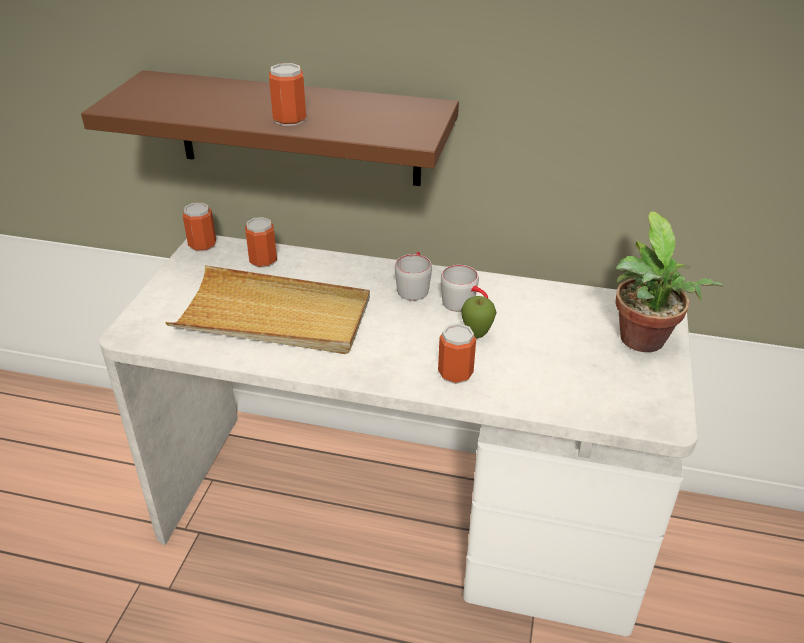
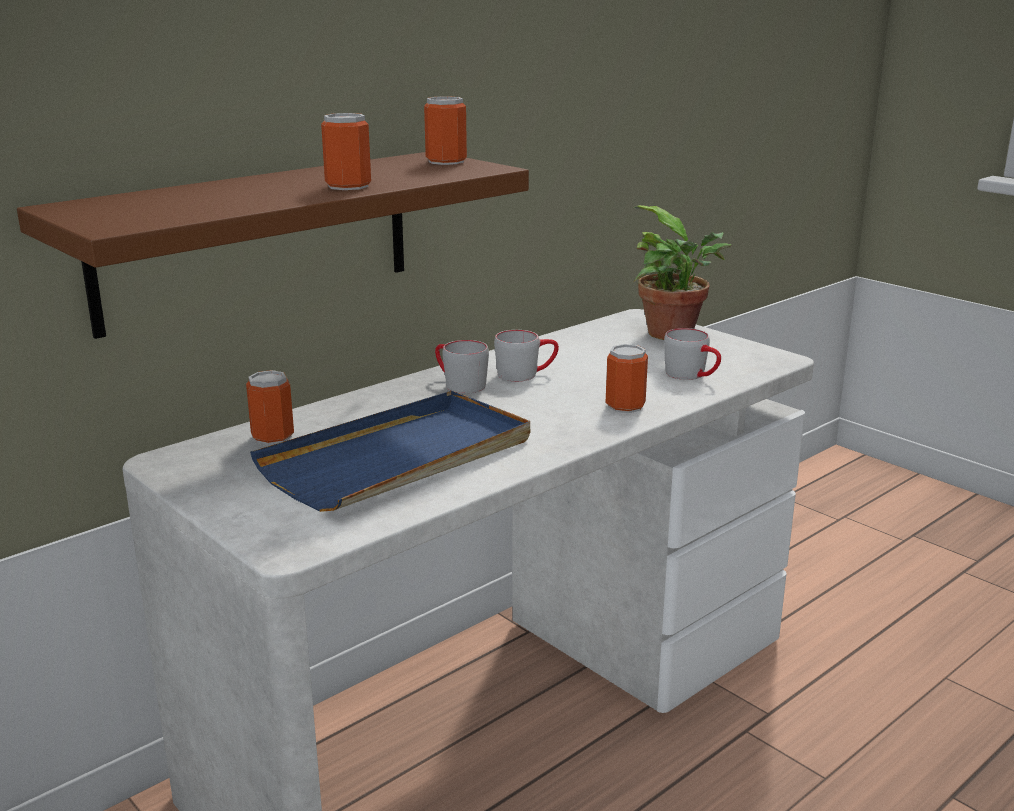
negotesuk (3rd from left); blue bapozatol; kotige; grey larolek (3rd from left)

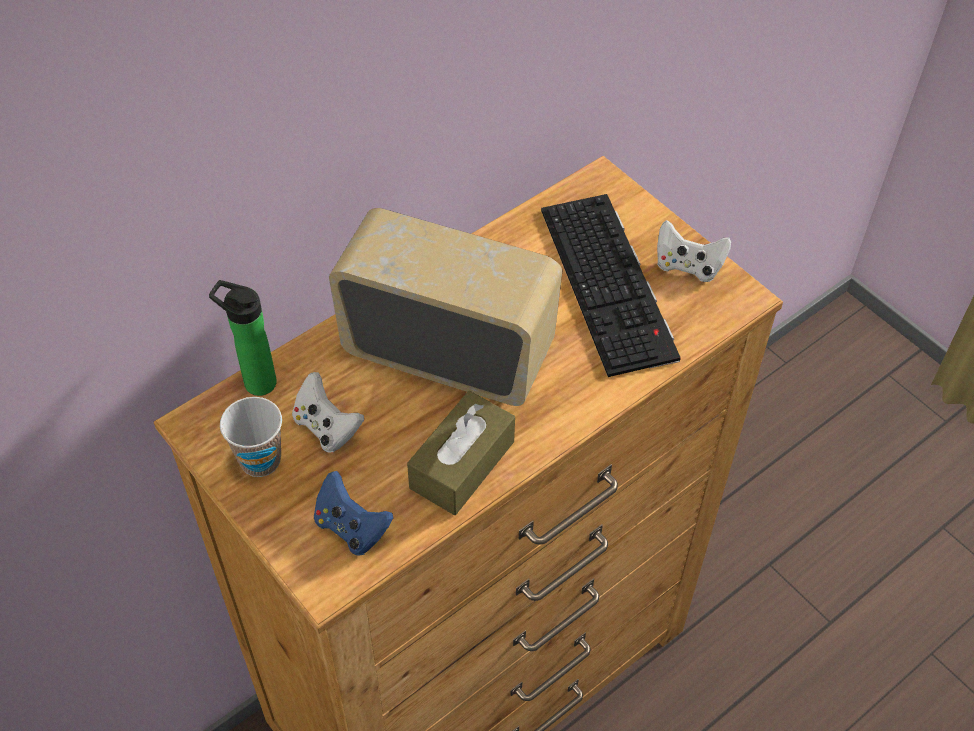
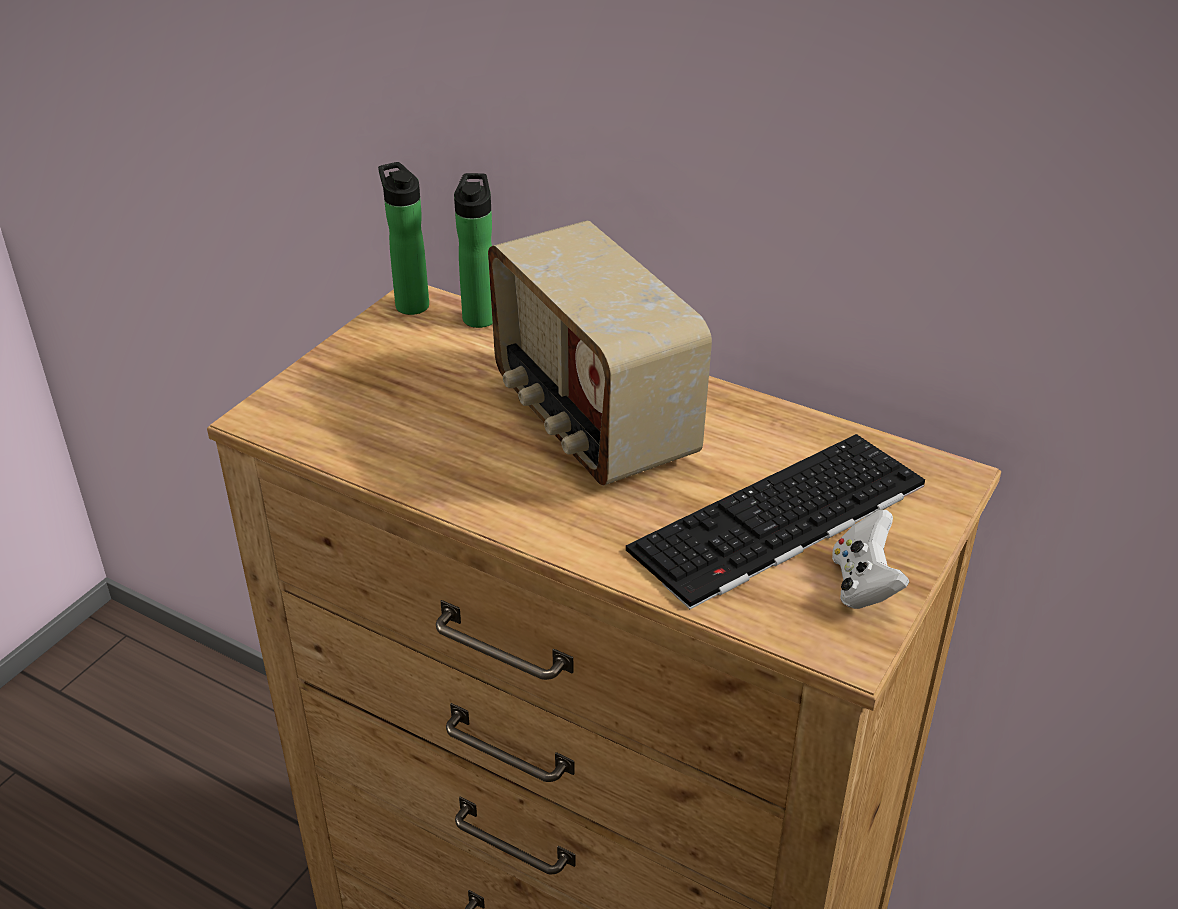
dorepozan; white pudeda (1st from left in the first image); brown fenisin; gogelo; blue pudeda; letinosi (1st from left)

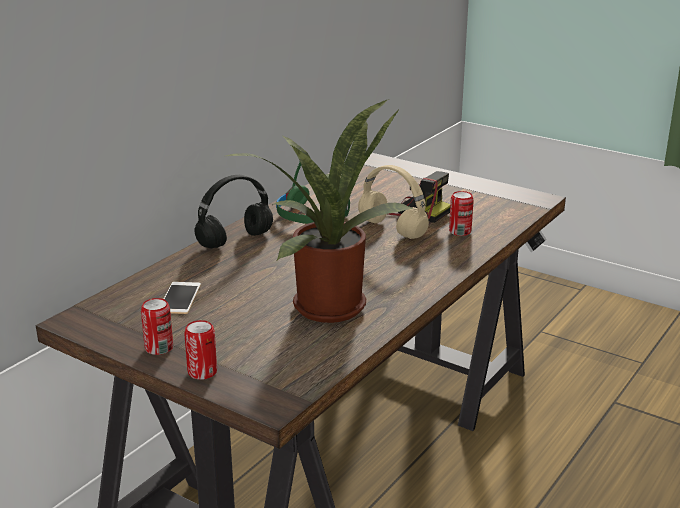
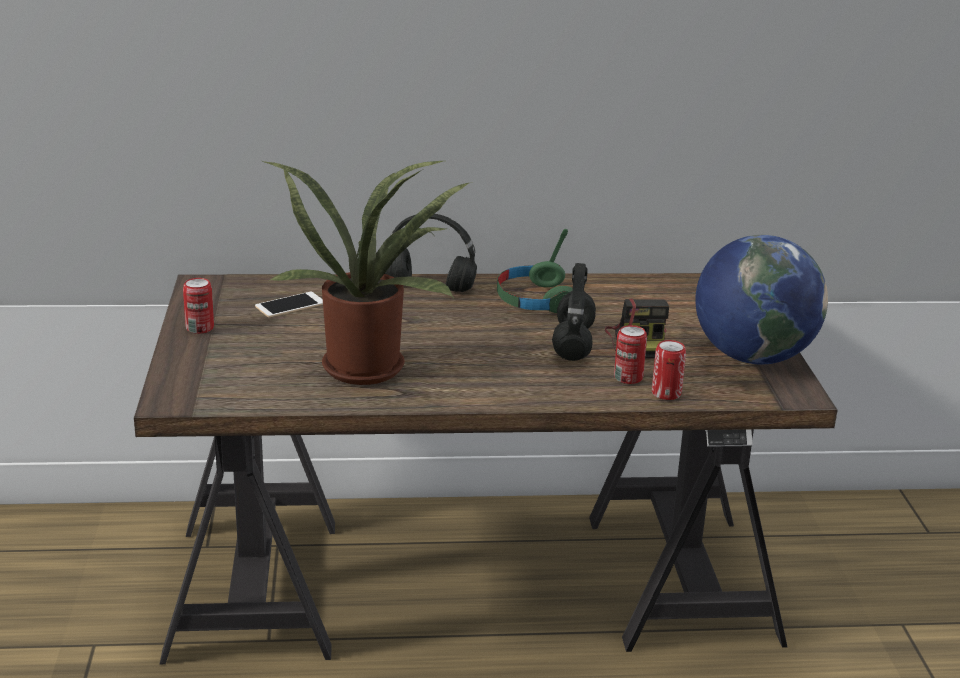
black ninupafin (2nd from left); negotesuk (3rd from left); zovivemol

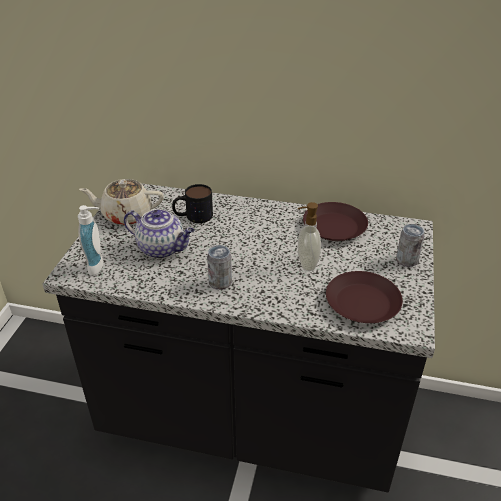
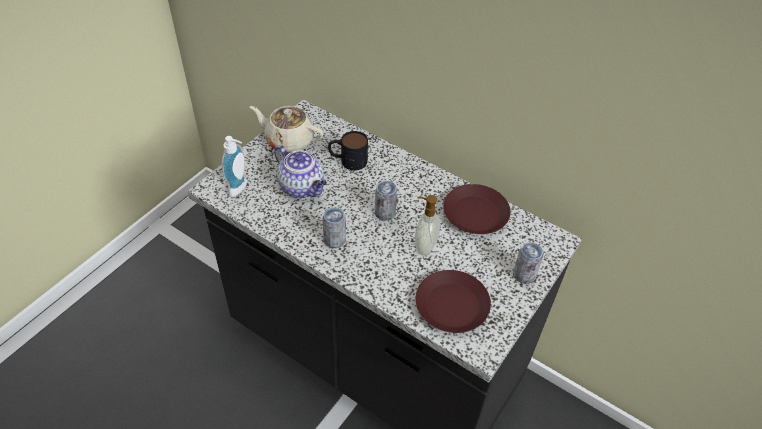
negotesuk (2nd from left)

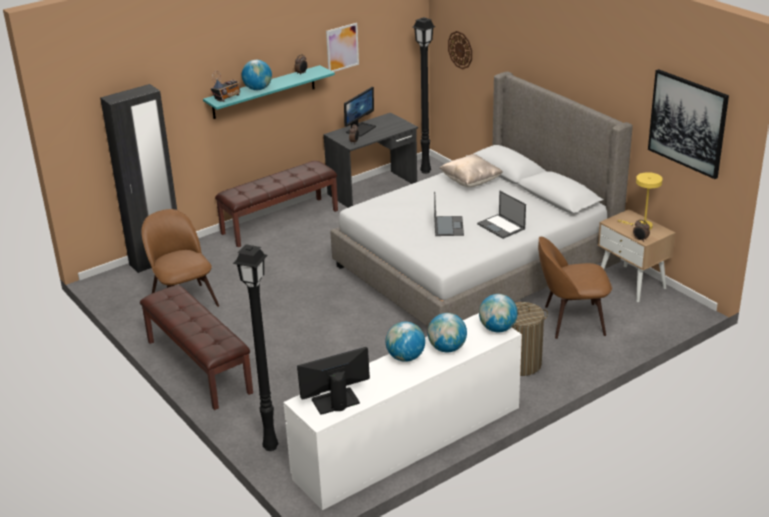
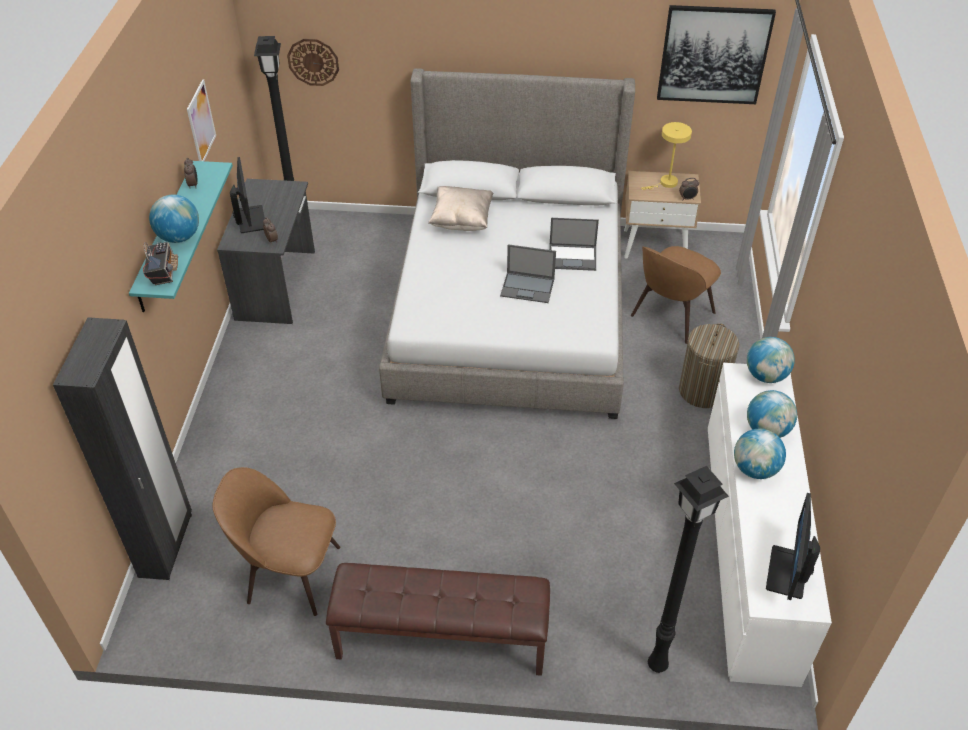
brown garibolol (2nd from left in the first image); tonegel (1st from left)

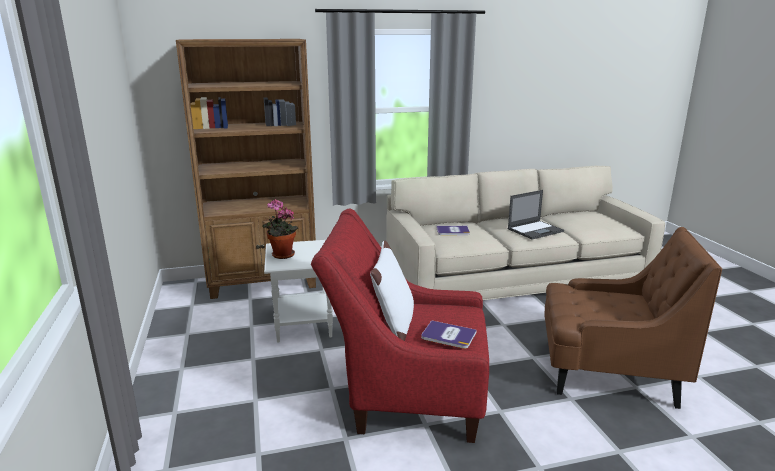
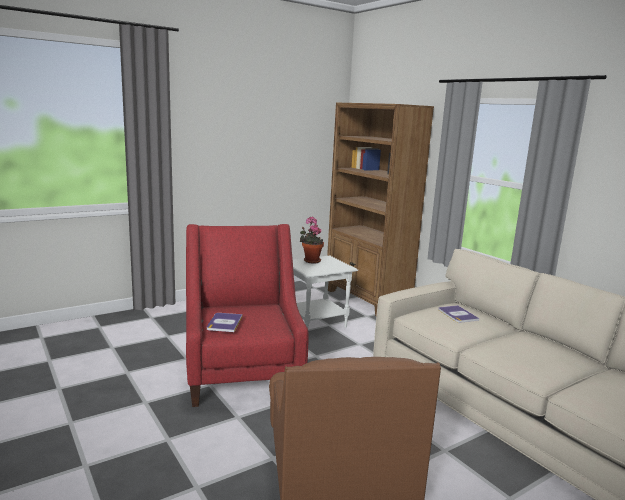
tonegel; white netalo

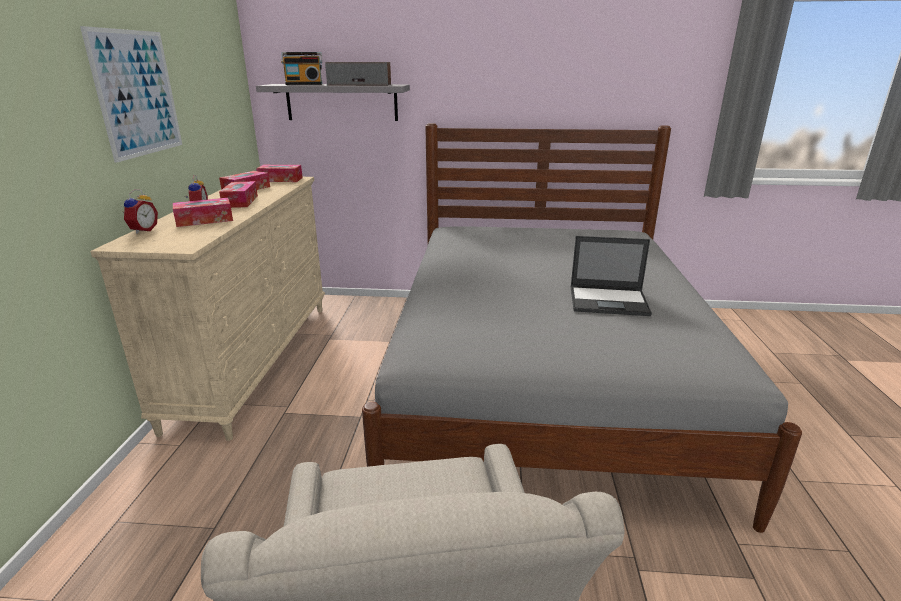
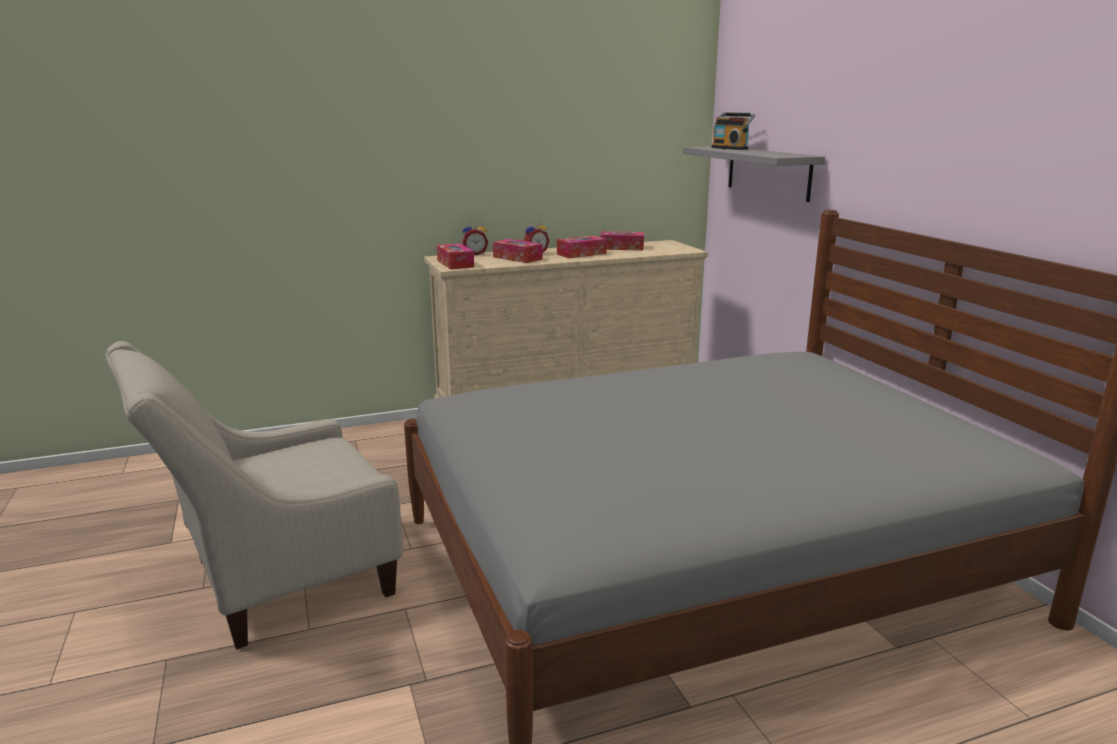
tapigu; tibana; fenisin (1st from left); tonegel

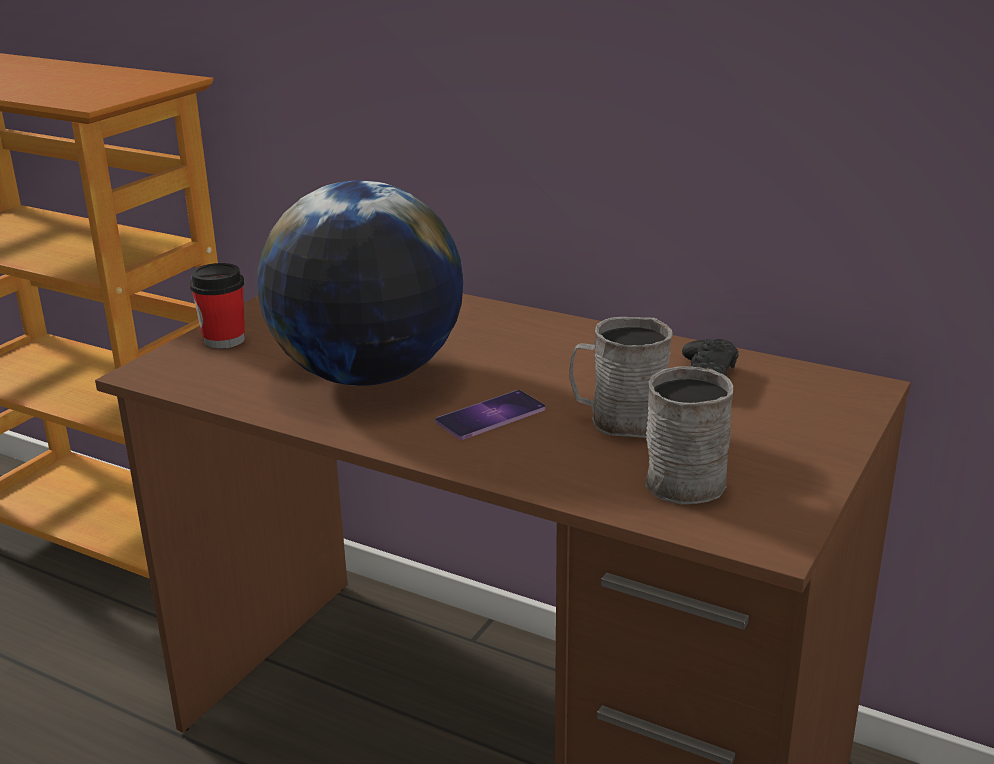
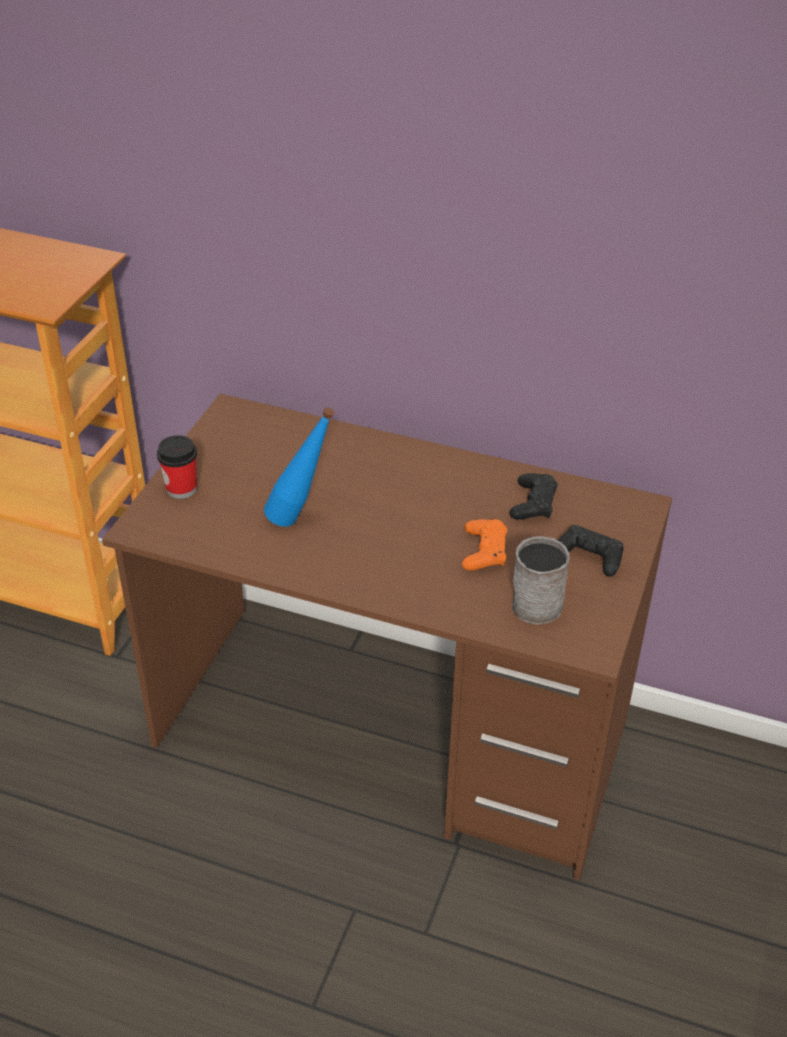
blue letinosi; orange pudeda; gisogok; black pudeda (2nd from left)

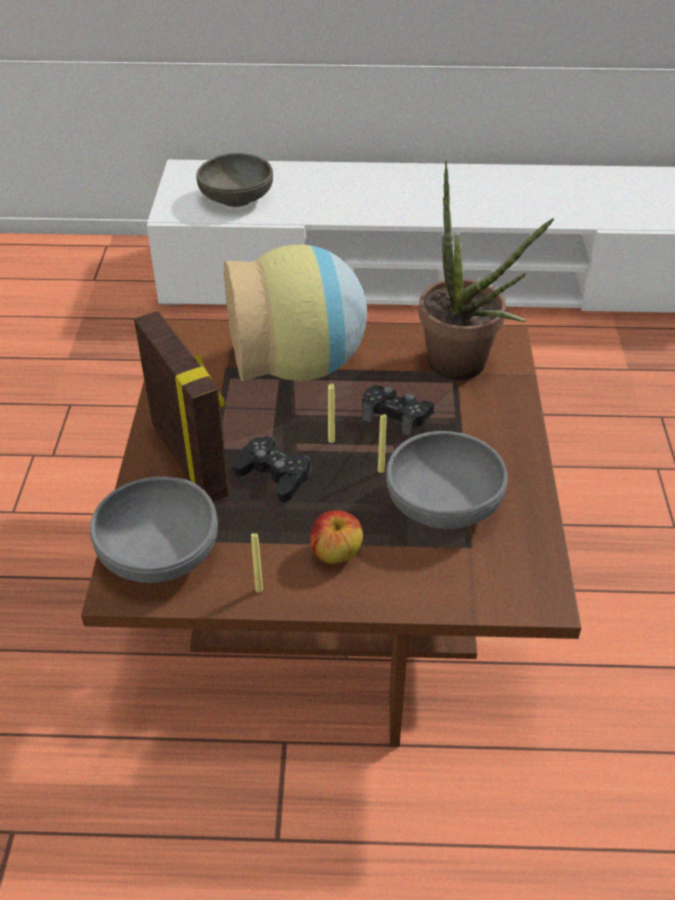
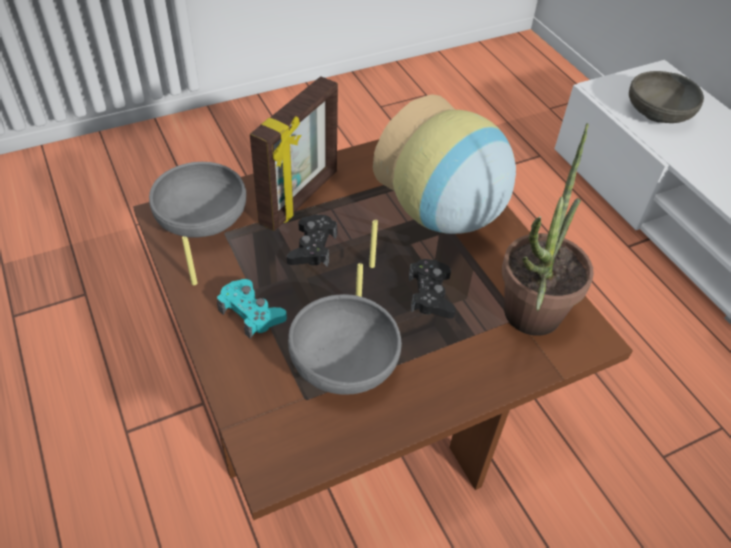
turquoise pudeda

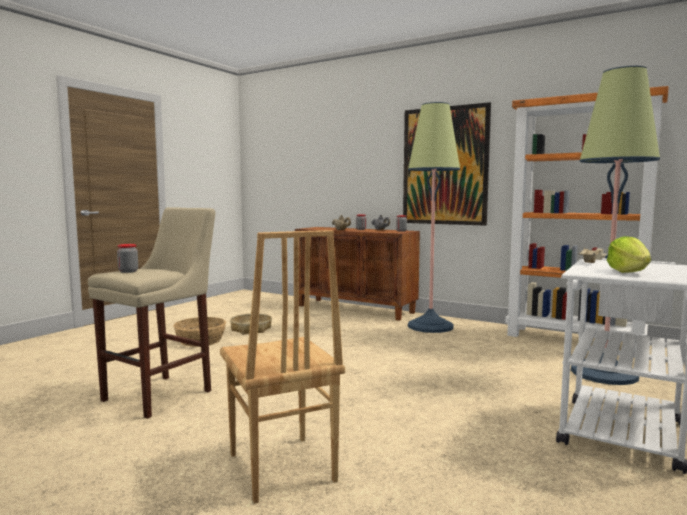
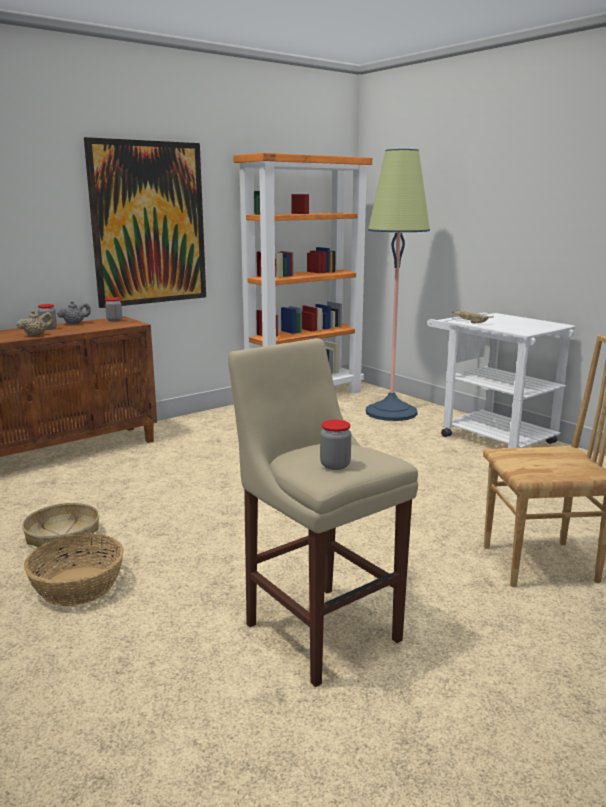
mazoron (1st from left in the first image); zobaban

